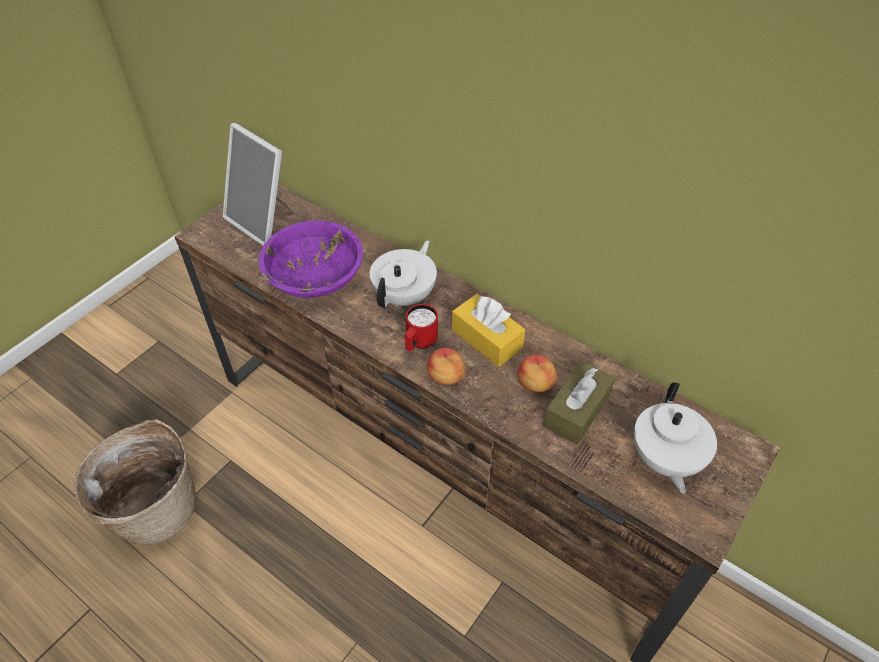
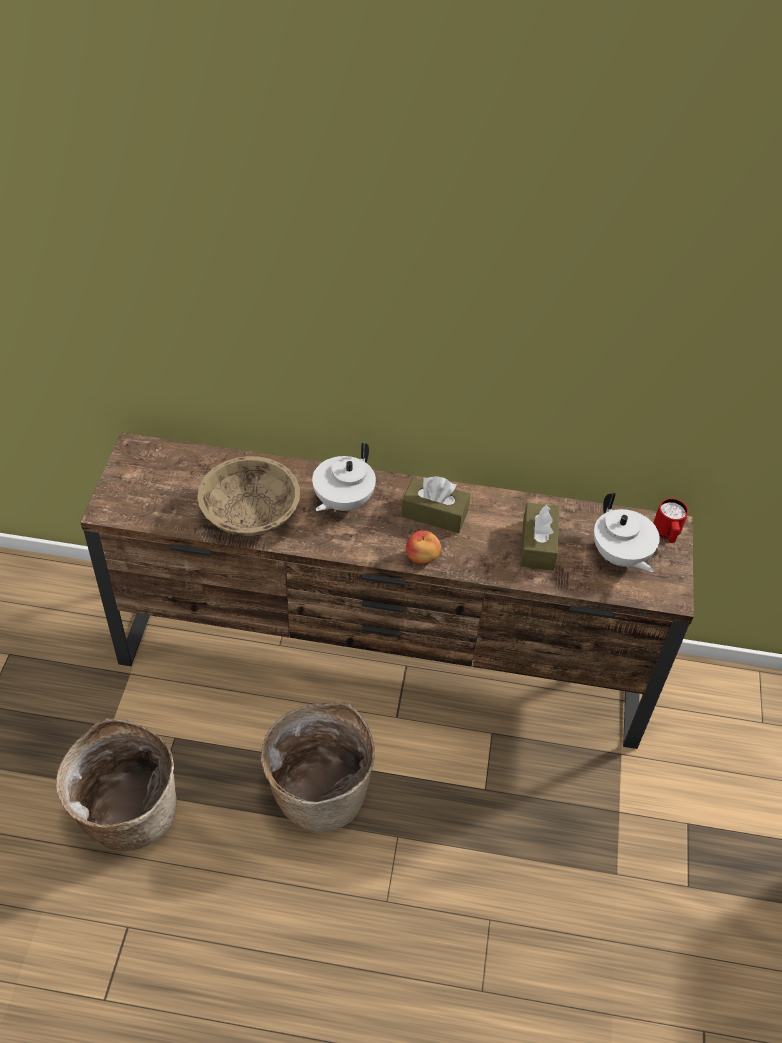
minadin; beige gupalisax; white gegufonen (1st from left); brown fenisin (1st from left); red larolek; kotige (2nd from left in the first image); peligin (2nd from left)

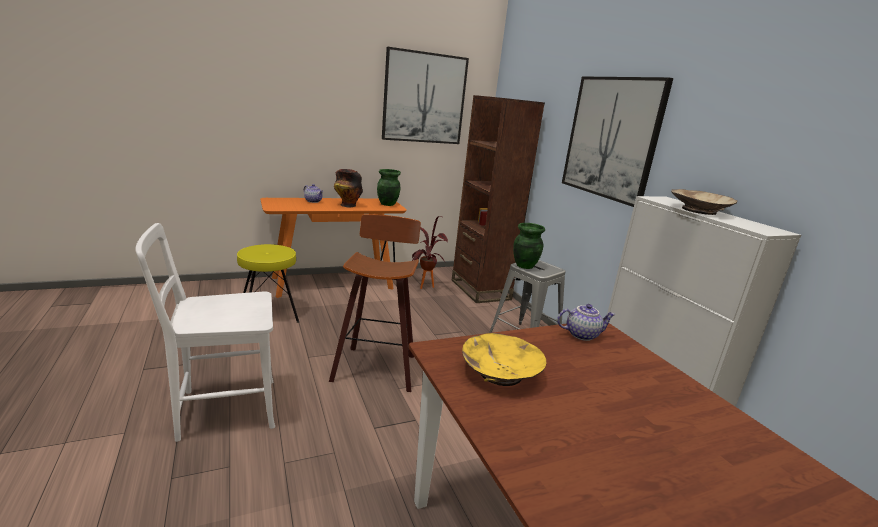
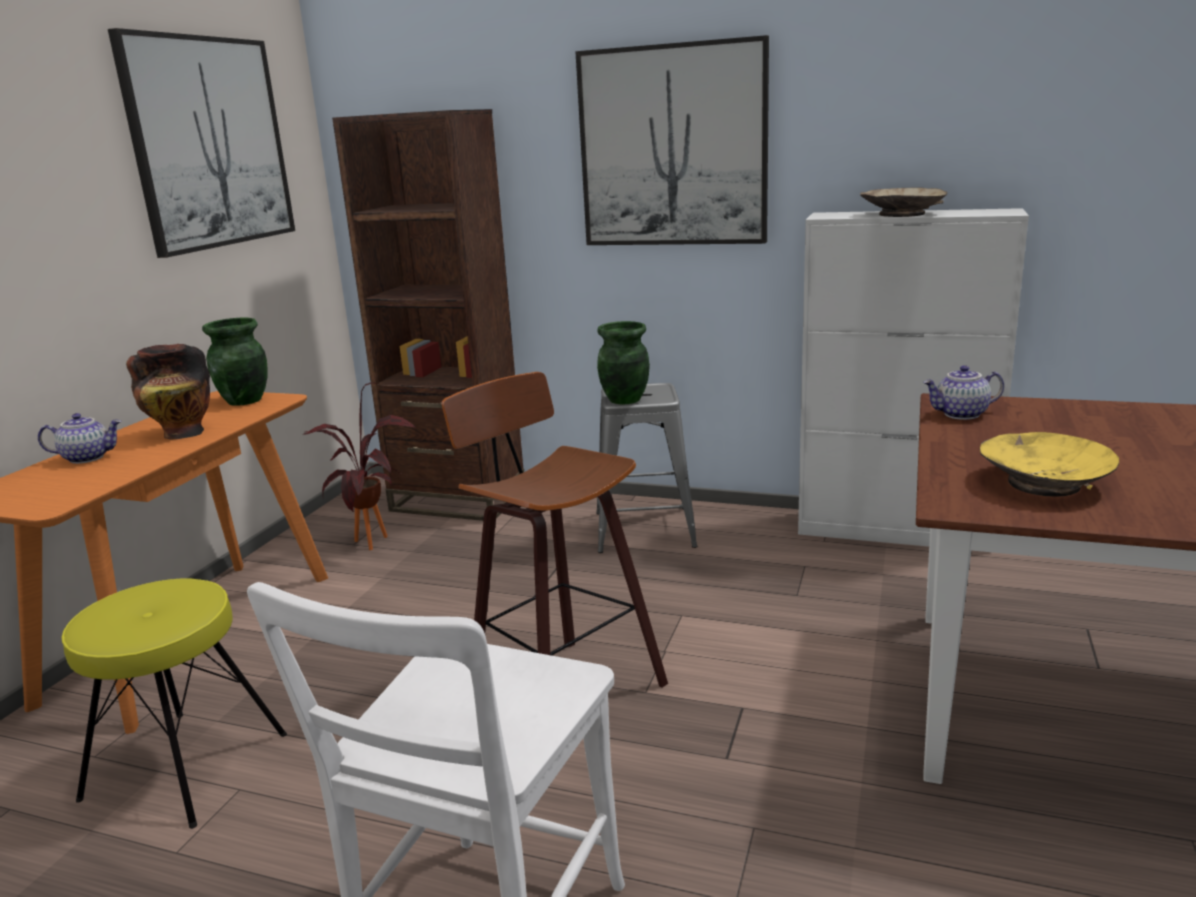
gegufonen (2nd from left)

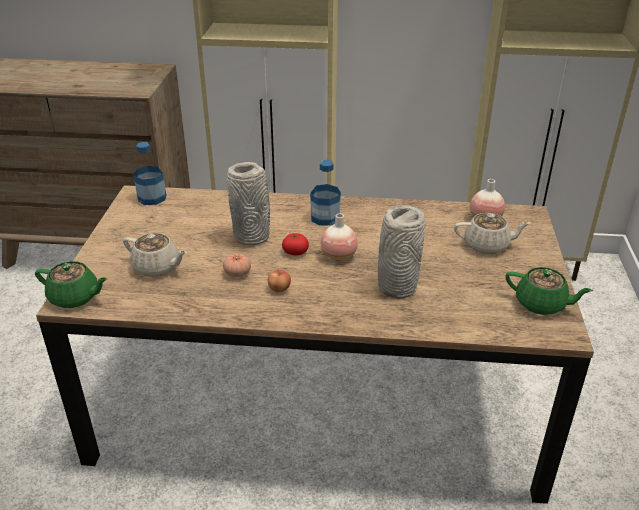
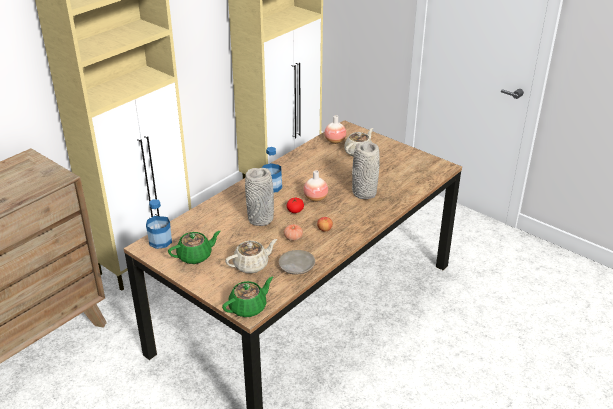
green gegufonen (1st from left); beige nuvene

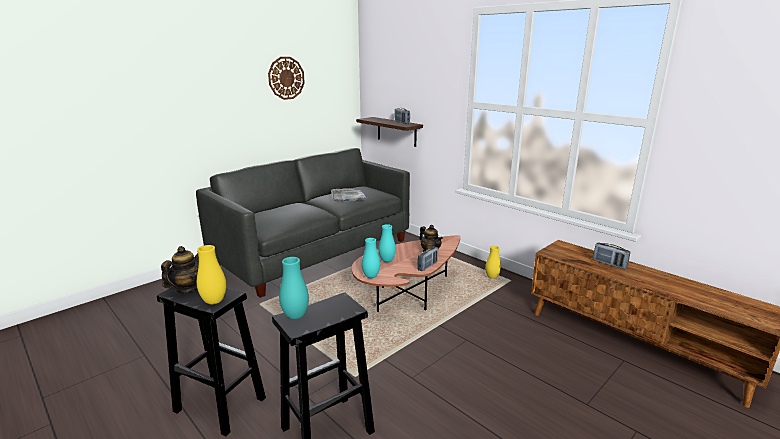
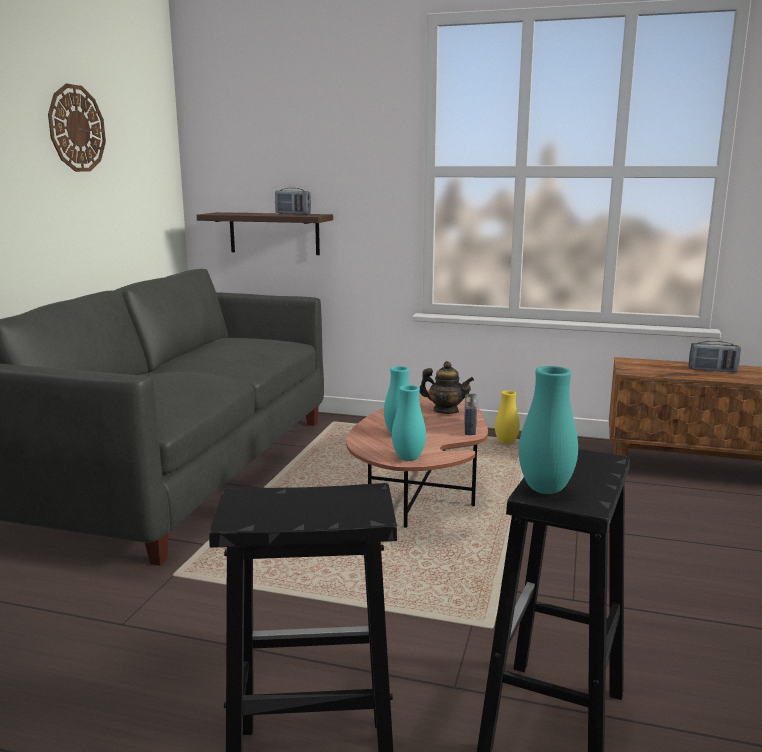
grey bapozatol; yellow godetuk (1st from left in the first image); gegufonen (1st from left in the first image)

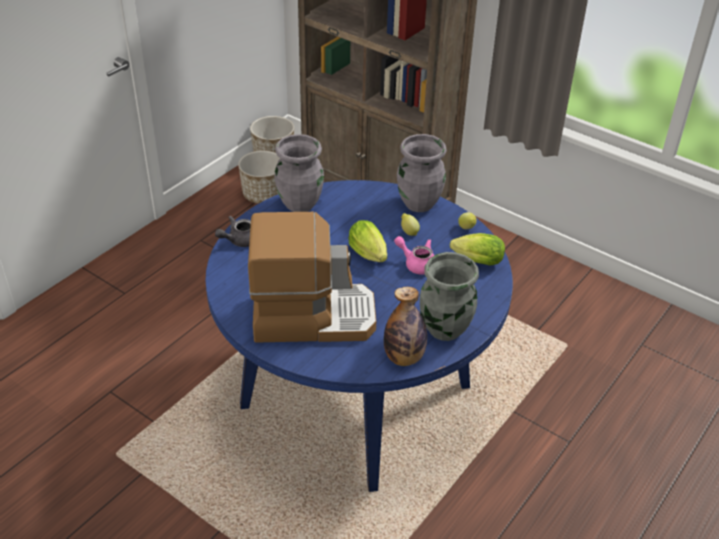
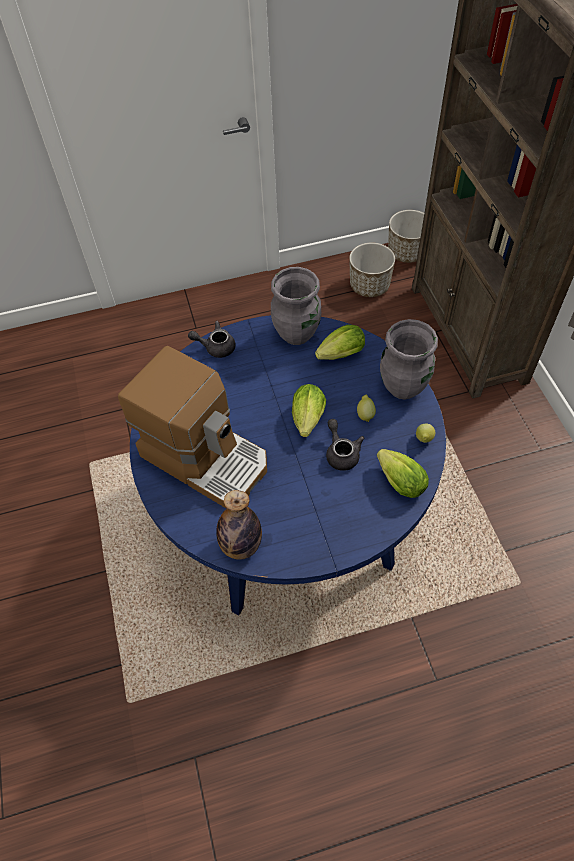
grey gegufonen (2nd from left); grey godetuk (3rd from left in the first image); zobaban (2nd from left)

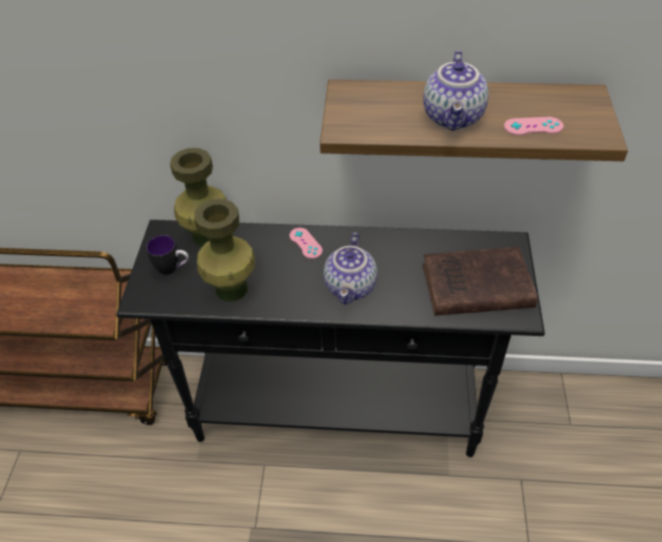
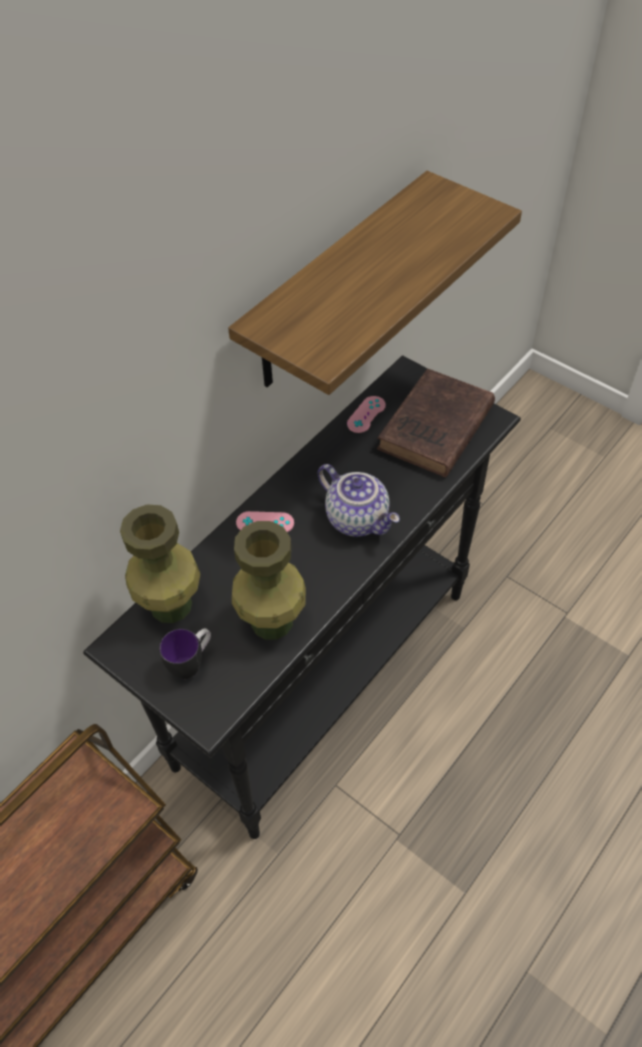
gegufonen (2nd from left in the first image); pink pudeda (2nd from left)

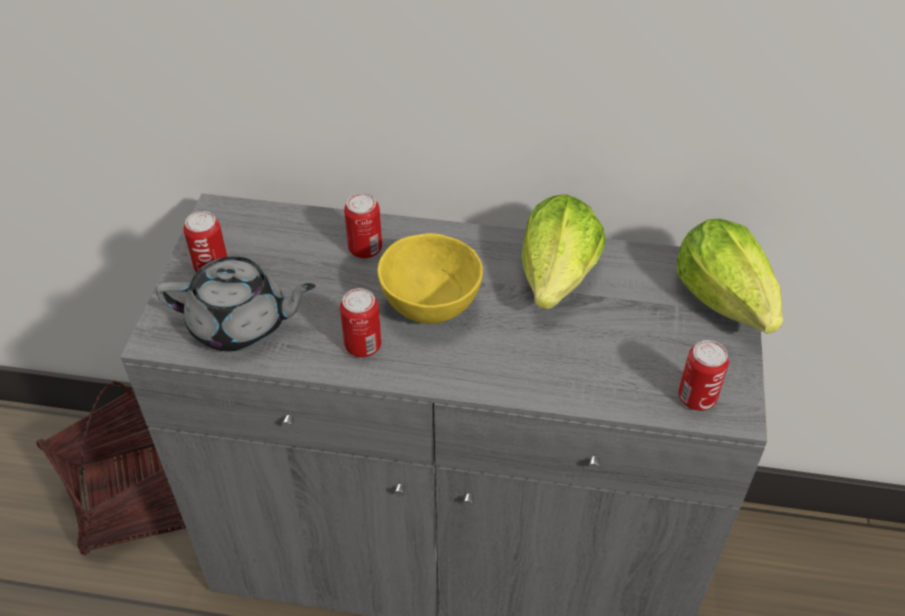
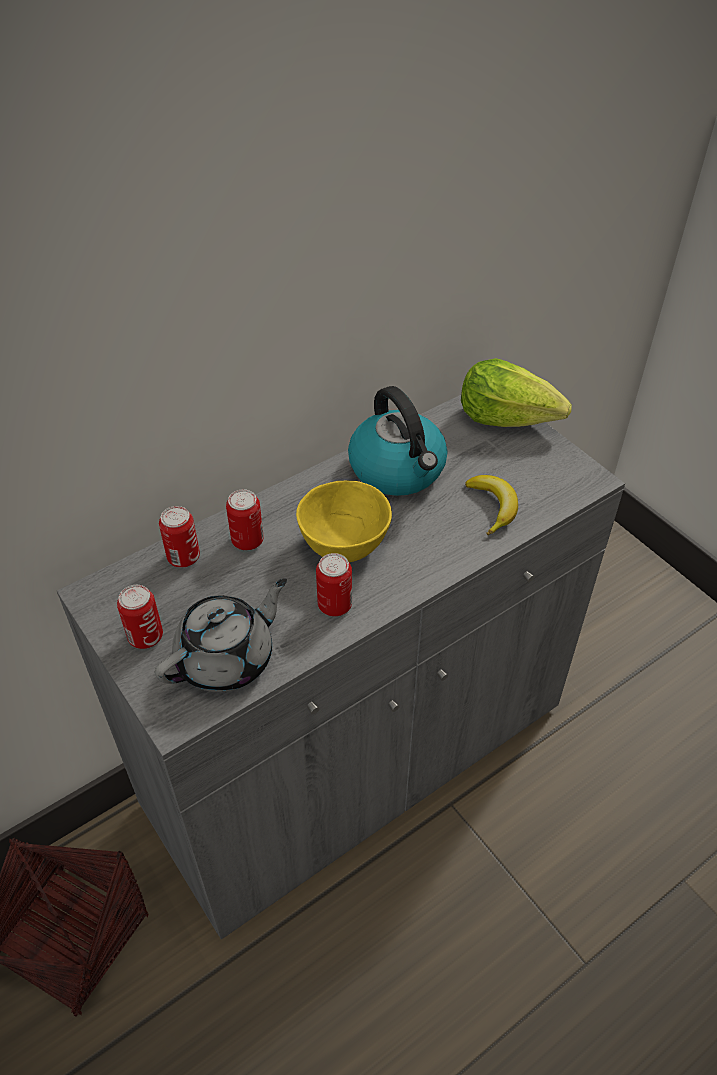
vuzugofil; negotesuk (2nd from left); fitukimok

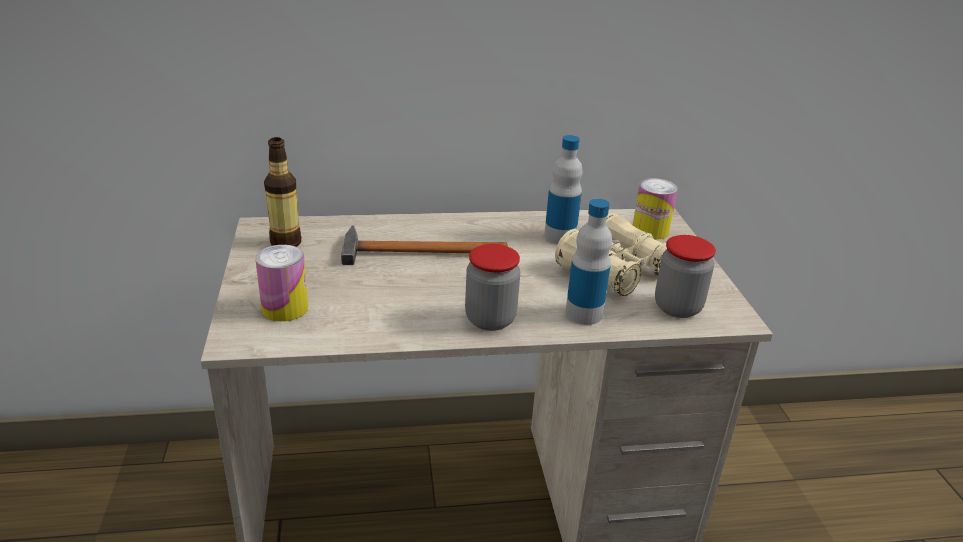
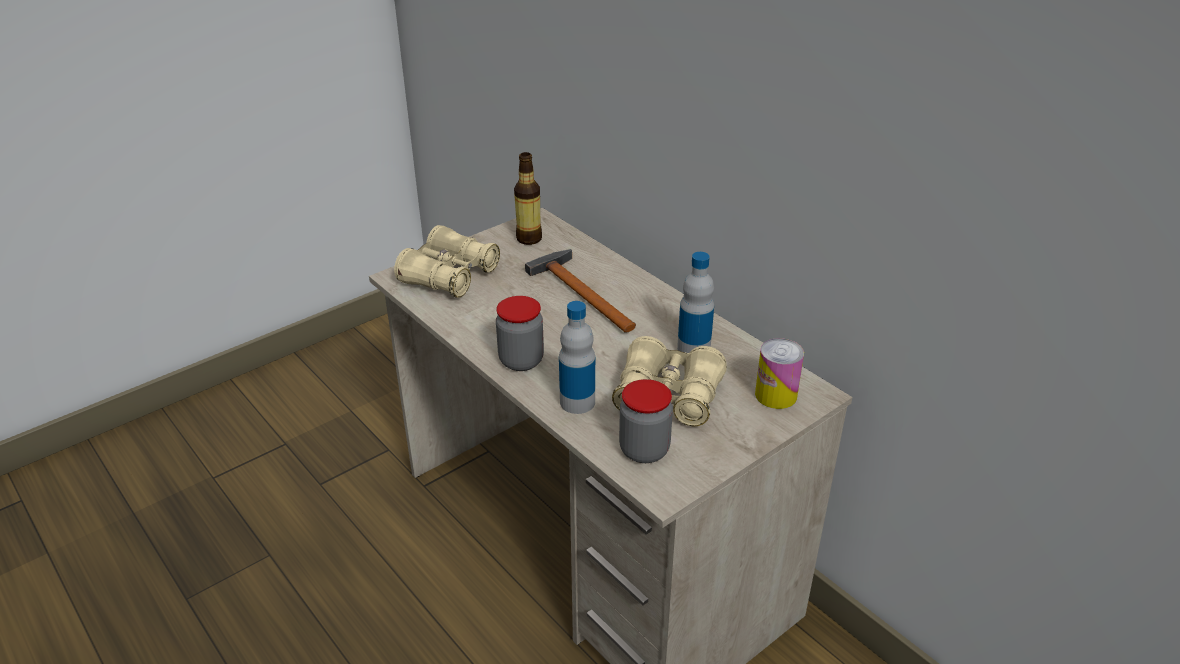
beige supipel (1st from left)

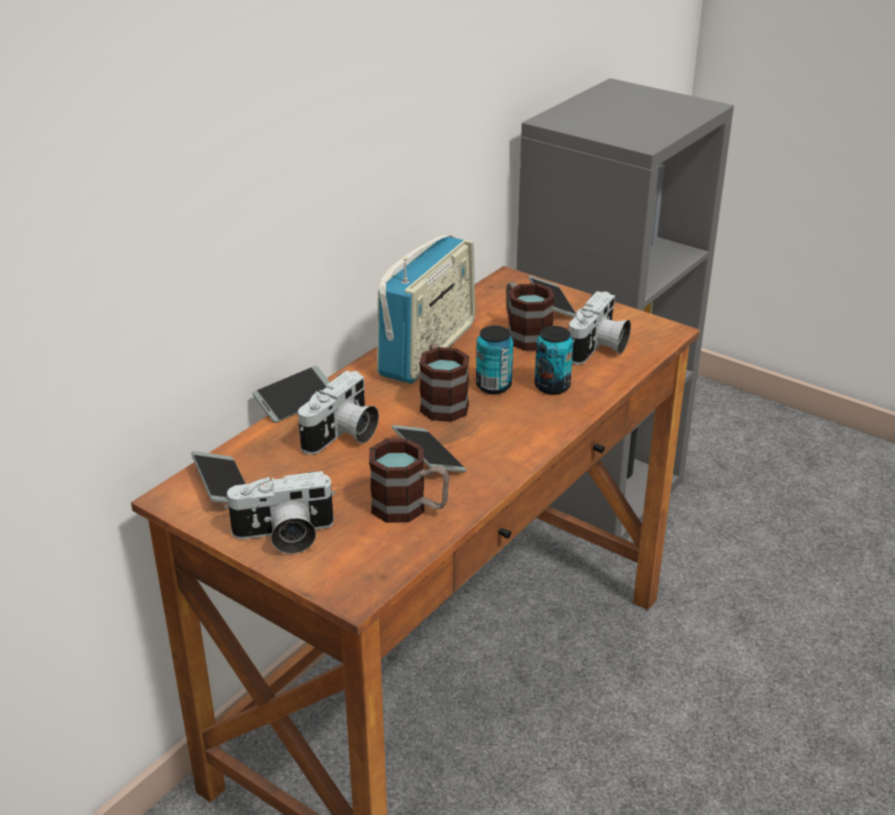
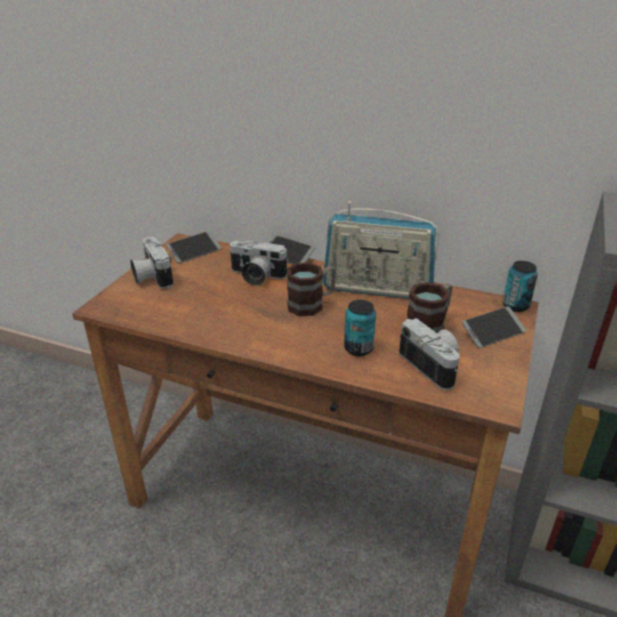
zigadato (3rd from left); negotesuk (2nd from left); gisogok (3rd from left in the first image); larolek (1st from left in the first image)

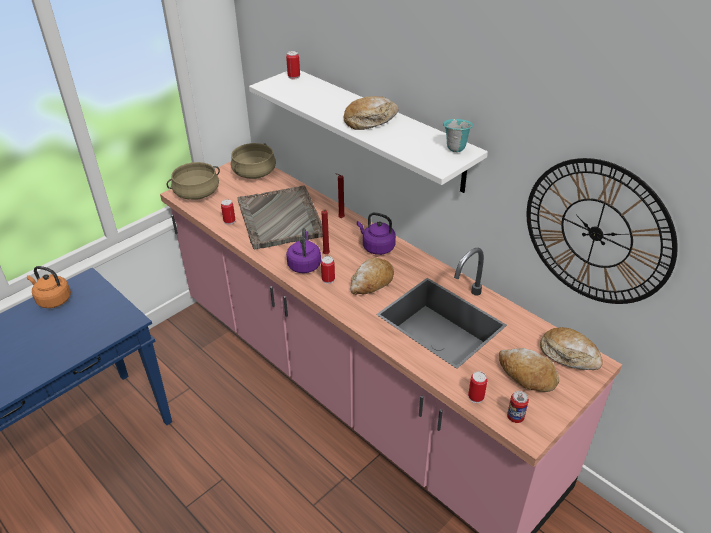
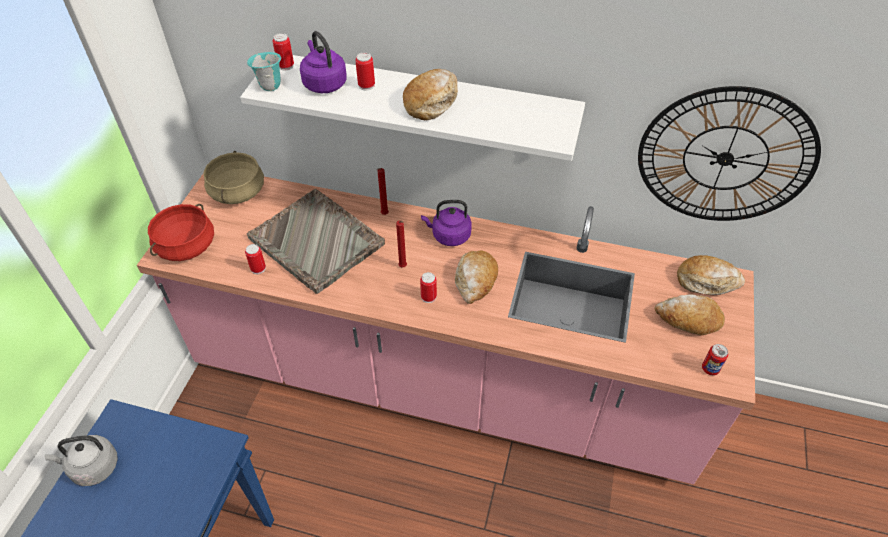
turquoise larolek; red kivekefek; purple vuzugofil (1st from left); grey vuzugofil; negotesuk (3rd from left)

